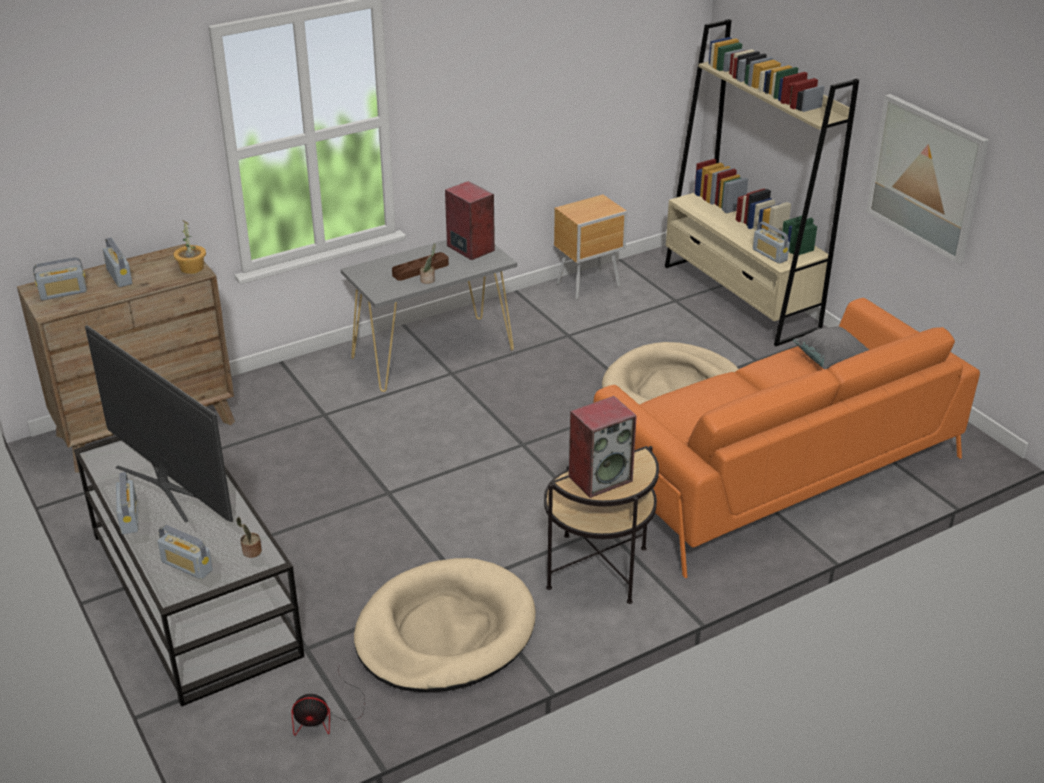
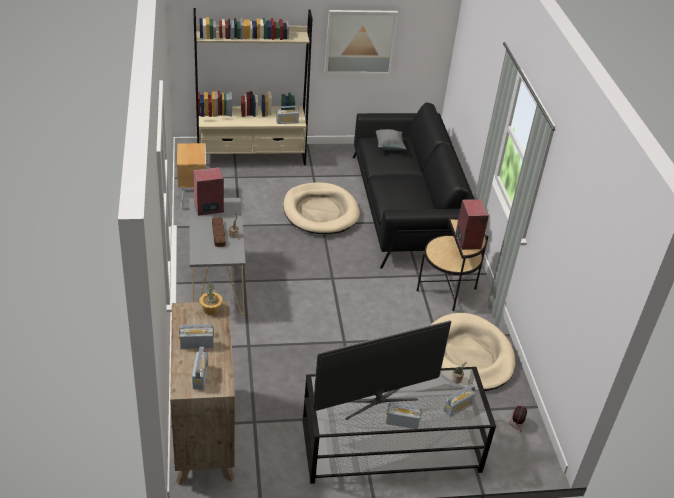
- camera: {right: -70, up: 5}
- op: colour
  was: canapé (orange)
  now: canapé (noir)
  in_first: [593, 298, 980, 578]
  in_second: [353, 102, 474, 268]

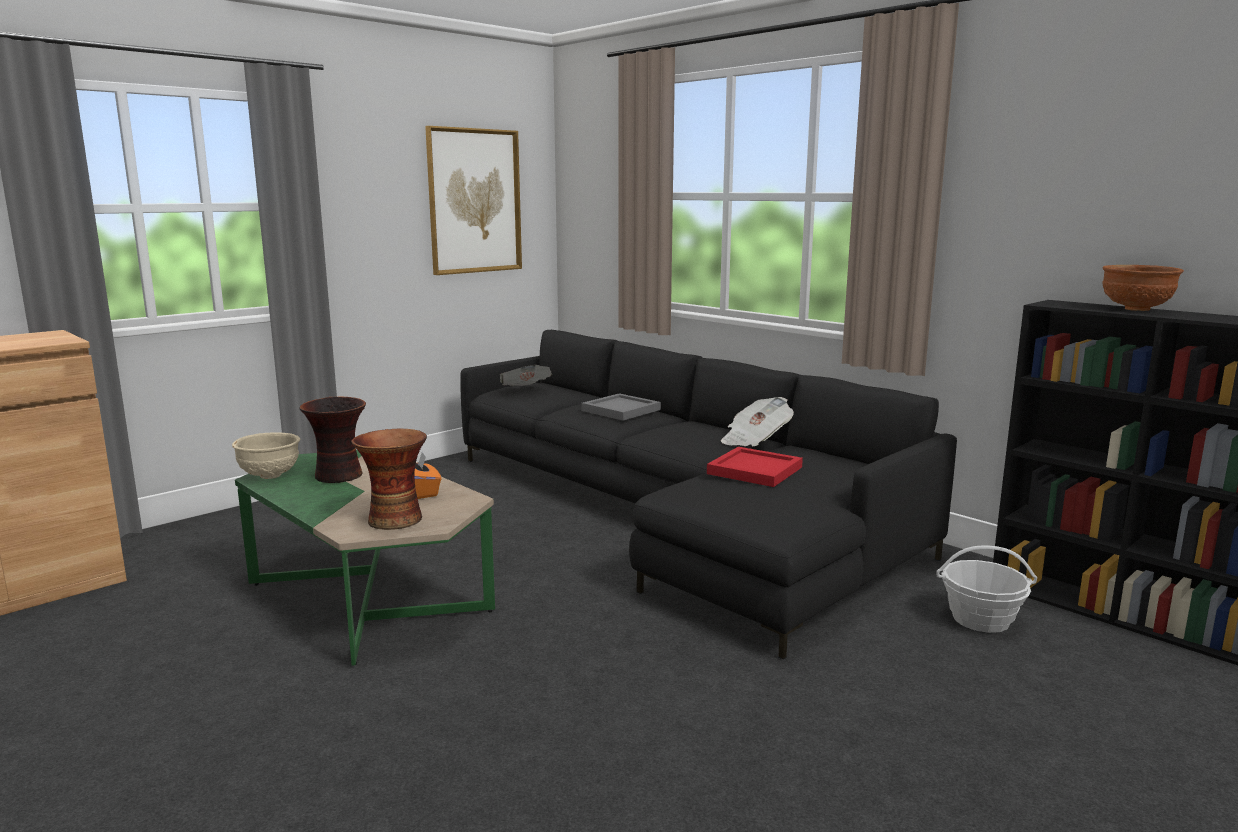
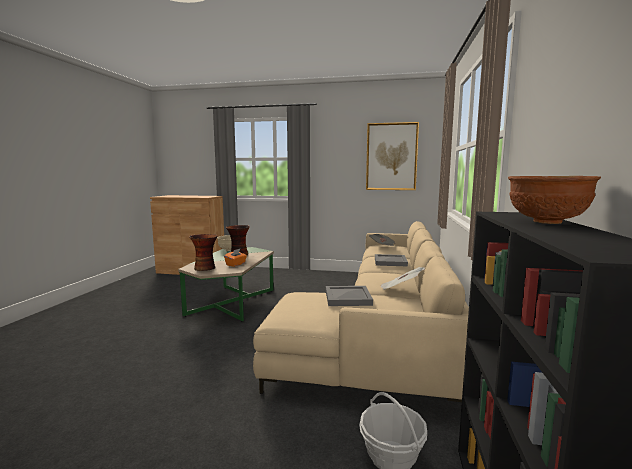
- camera: {right: 55, up: -5}
- op: colour
  was: canapé (noir)
  now: canapé (beige)
  in_first: [460, 330, 957, 659]
  in_second: [253, 221, 469, 402]
- op: colour
  was: plateau (rouge)
  now: plateau (gris)
  in_first: [707, 447, 803, 487]
  in_second: [326, 286, 373, 306]

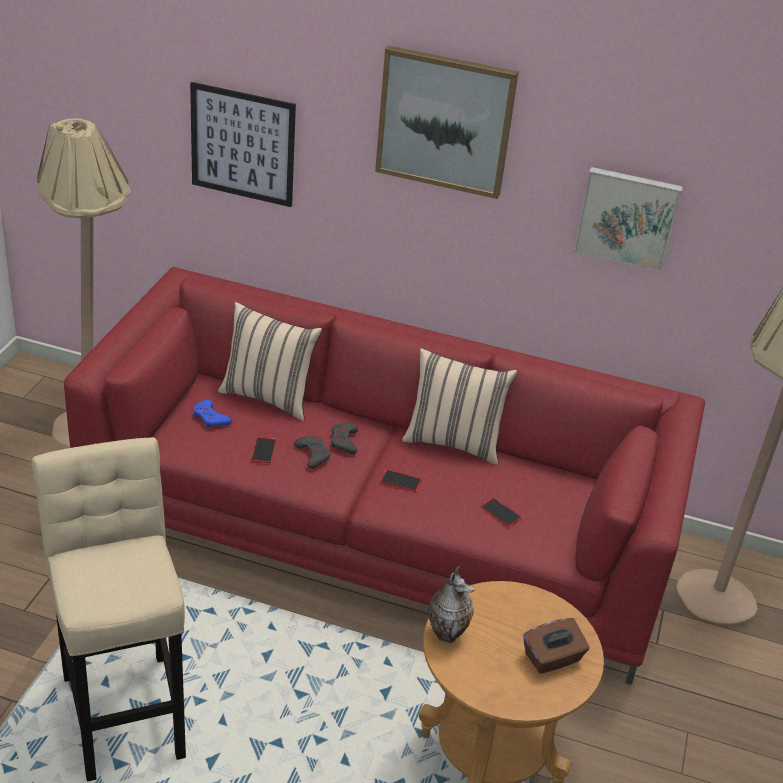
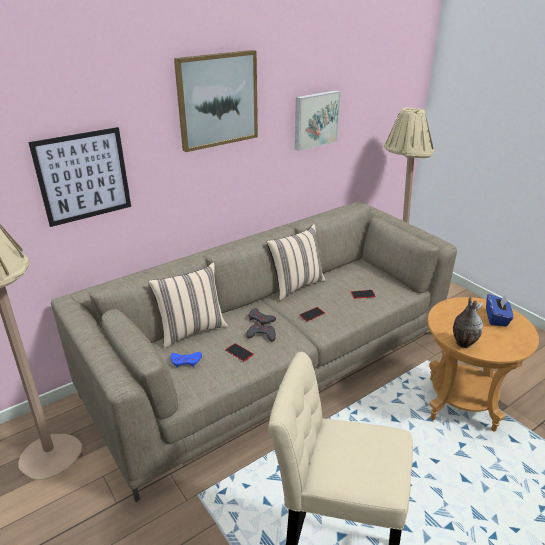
- camera: {right: -50, up: -5}
- op: colour
  was: canapé (rouge)
  now: canapé (beige)
  in_first: [64, 267, 705, 685]
  in_second: [51, 201, 457, 502]
- op: colour
  was: boîte à mouchoirs (marron)
  now: boîte à mouchoirs (bleu)
  in_first: [523, 618, 590, 674]
  in_second: [486, 294, 513, 327]

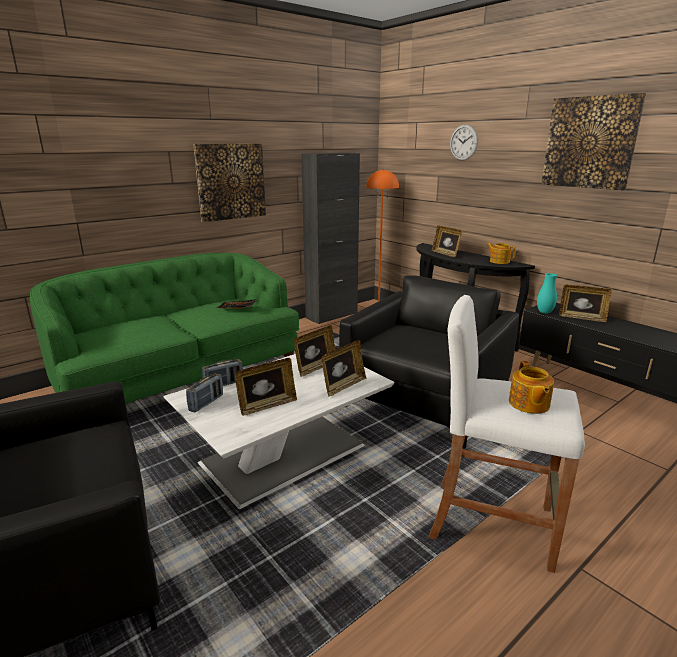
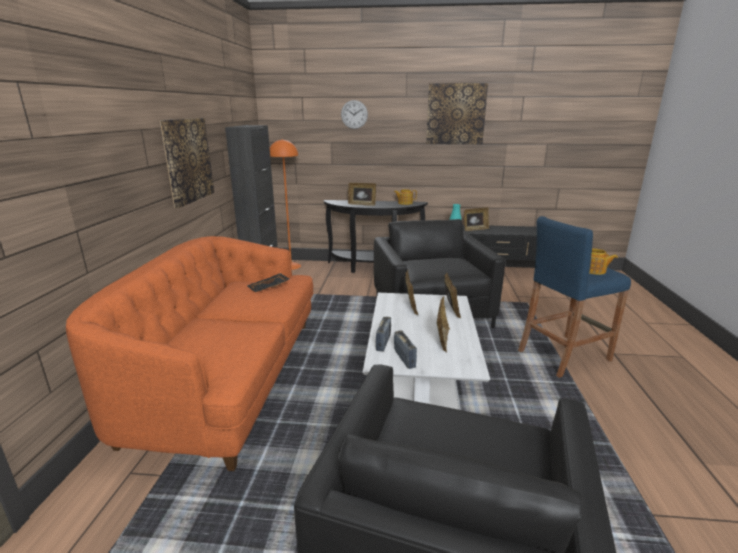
- camera: {right: -45, up: 0}
- op: colour
  was: canapé (vert)
  now: canapé (orange)
  in_first: [30, 253, 299, 404]
  in_second: [66, 236, 313, 471]
- op: colour
  was: tabouret (blanc)
  now: tabouret (bleu)
  in_first: [429, 295, 585, 573]
  in_second: [518, 216, 631, 378]

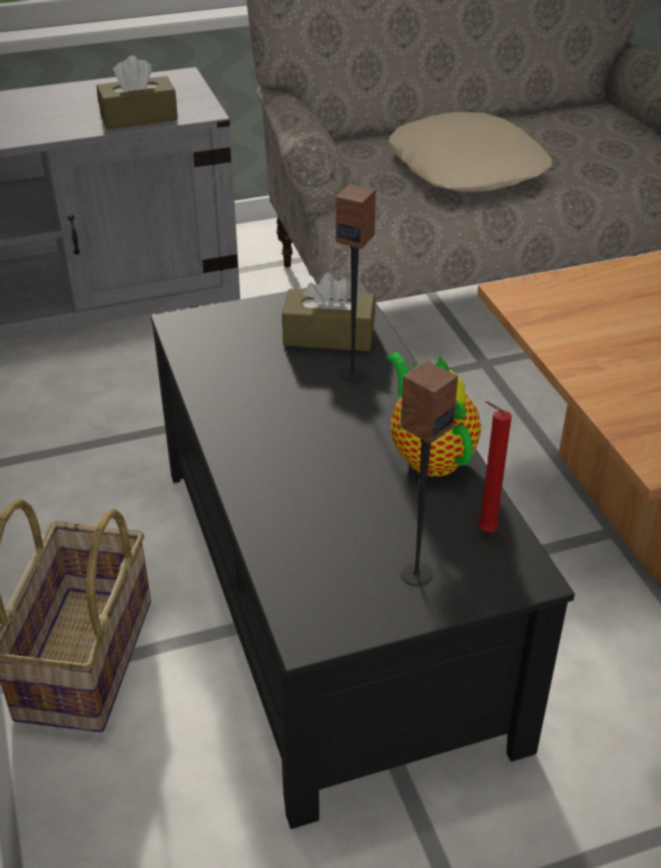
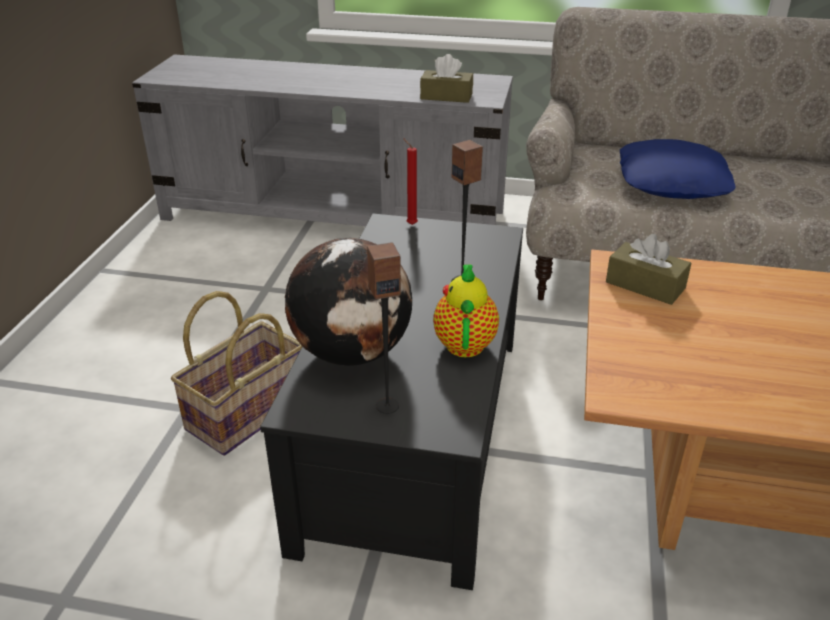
- camera: {right: 30, up: -5}
- op: relocated
  was: boîte à mouchoirs (marron)
  in_first: [282, 273, 375, 351]
  in_second: [606, 234, 691, 305]
- op: colour
  was: coussin (beige)
  now: coussin (bleu)
  in_first: [389, 112, 552, 192]
  in_second: [620, 139, 736, 199]
- op: relocated
  was: bougie (rouge)
  in_first: [478, 401, 512, 532]
  in_second: [403, 138, 418, 225]
- op: appeared
  now: globe
  in_second: [285, 238, 412, 366]

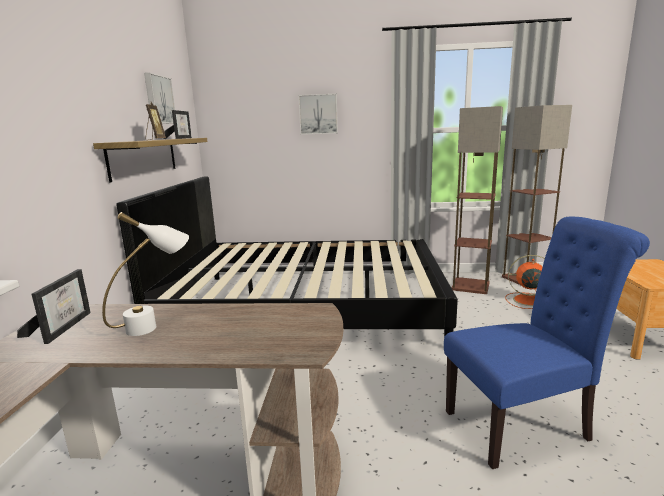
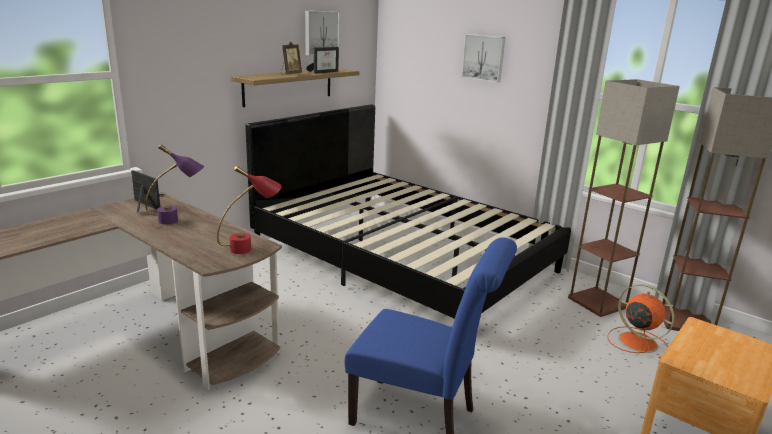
- camera: {right: 35, up: 5}
- op: spun
  was: cadre photo
  in_first: [17, 269, 91, 344]
  in_second: [131, 170, 160, 212]
  clockwise: -90
- op: colour
  was: lampe de table (blanc)
  now: lampe de table (violet)
  in_first: [102, 212, 189, 336]
  in_second: [145, 144, 205, 224]
- op: appeared
  now: lampe de table (rouge)
  in_second: [217, 166, 282, 254]

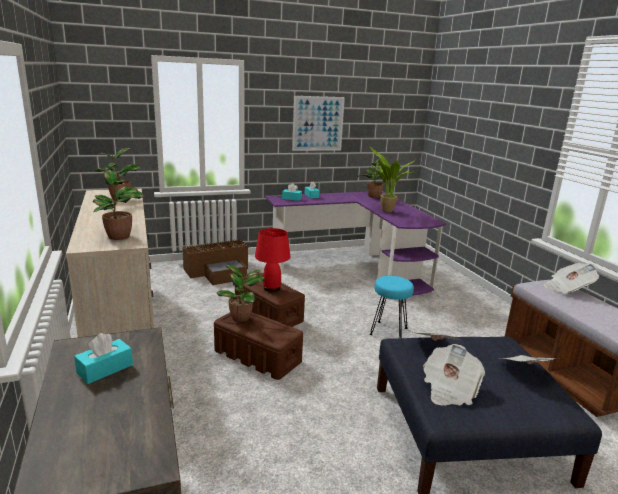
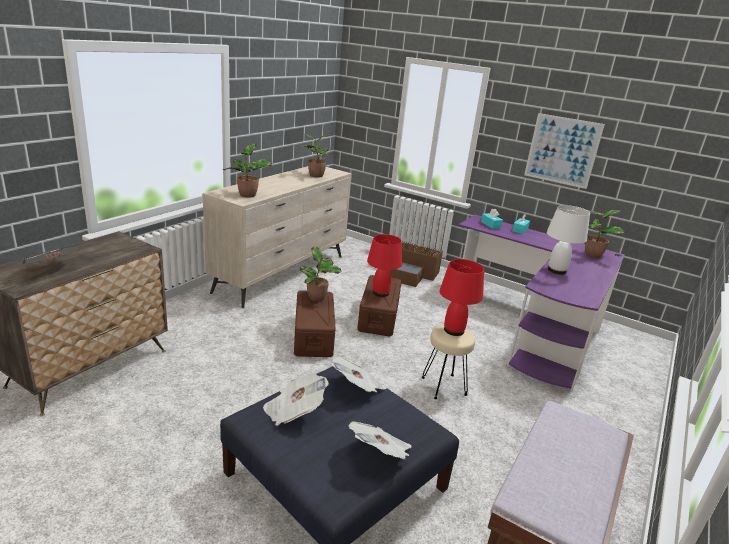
- camera: {right: 50, up: 5}
- op: missing
  was: boîte à mouchoirs (turquoise)
  in_first: [74, 333, 133, 384]
- op: exchanged
  was: plante en pot
  now: lampe de table (blanc)
  in_first: [369, 146, 418, 213]
  in_second: [547, 205, 590, 274]
- op: colour
  was: tabouret (turquoise)
  now: tabouret (beige)
  in_first: [370, 276, 414, 338]
  in_second: [422, 324, 475, 399]
- op: relocated
  was: journal
  in_first: [543, 263, 599, 294]
  in_second: [22, 247, 79, 264]
- op: appeared
  now: lampe de table (rouge)
  in_second: [440, 259, 484, 336]

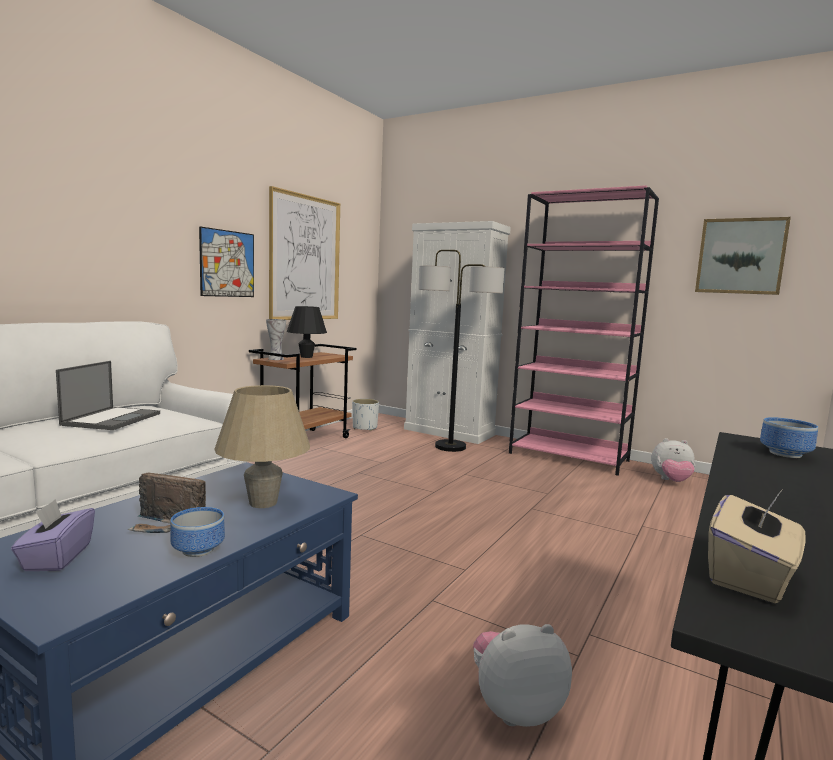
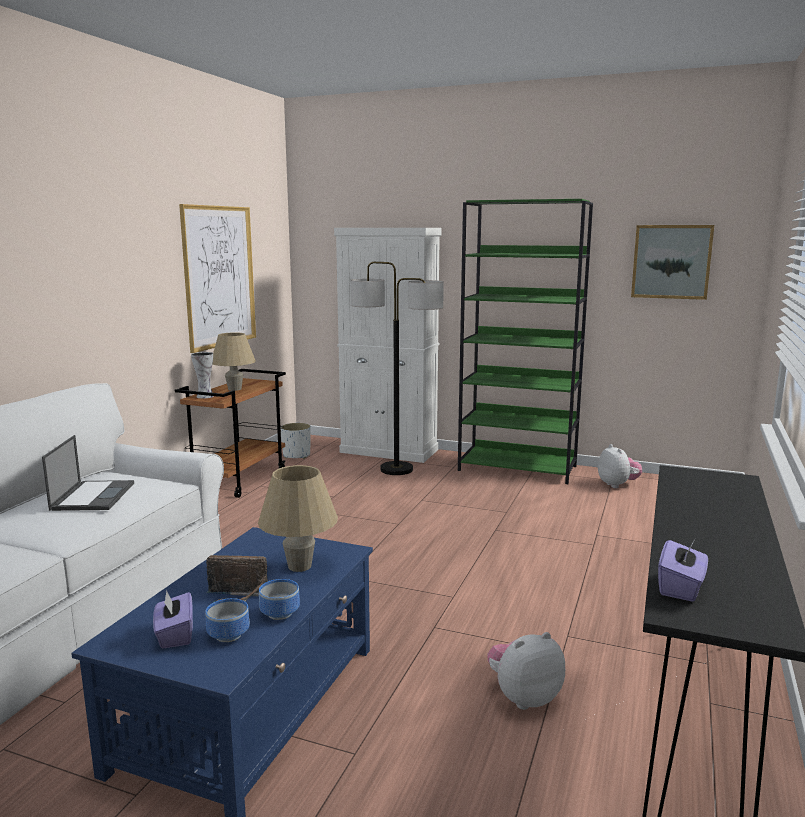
- camera: {right: -10, up: 5}
- op: missing
  was: tableau
  in_first: [199, 226, 254, 297]
- op: colour
  was: lampe de table (noir)
  now: lampe de table (beige)
  in_first: [287, 306, 327, 358]
  in_second: [213, 332, 256, 391]
- op: colour
  was: bibliothèque (rose)
  now: bibliothèque (vert)
  in_first: [509, 185, 659, 476]
  in_second: [458, 199, 593, 484]
- op: spun
  was: peluche
  in_first: [651, 438, 695, 482]
  in_second: [598, 444, 642, 488]
  clockwise: -105
- op: colour
  was: boîte à mouchoirs (beige)
  now: boîte à mouchoirs (violet)
  in_first: [708, 489, 806, 603]
  in_second: [658, 538, 708, 602]
- op: relocated
  was: bol
  in_first: [760, 417, 818, 458]
  in_second: [205, 598, 250, 642]

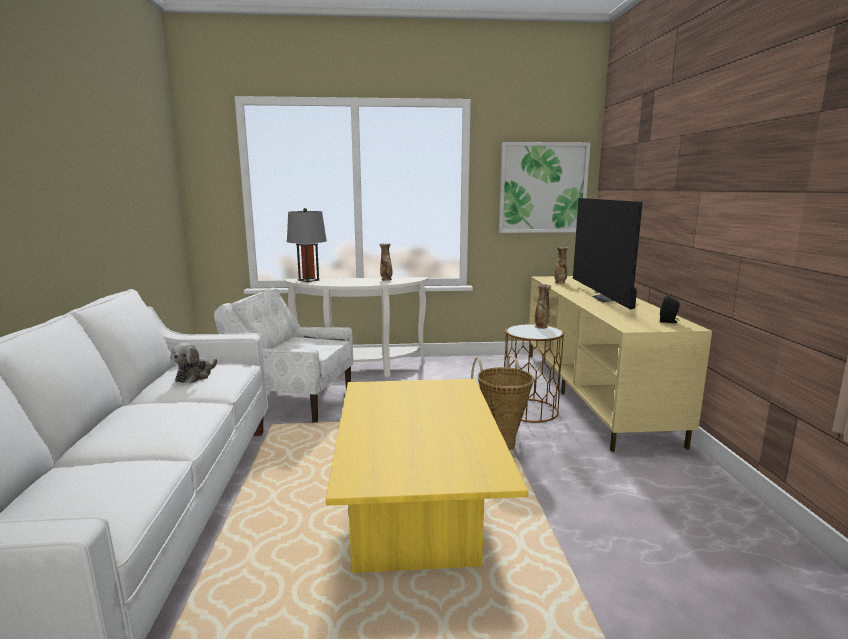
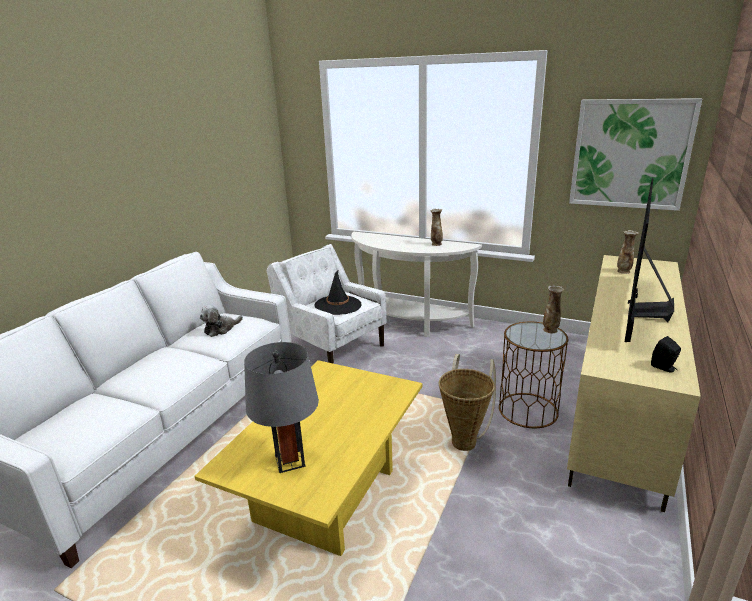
- camera: {right: 30, up: 10}
- op: relocated
  was: lampe de table (gris)
  in_first: [287, 208, 327, 282]
  in_second: [244, 342, 319, 473]
- op: appeared
  now: chapeau (noir)
  in_second: [315, 271, 362, 315]

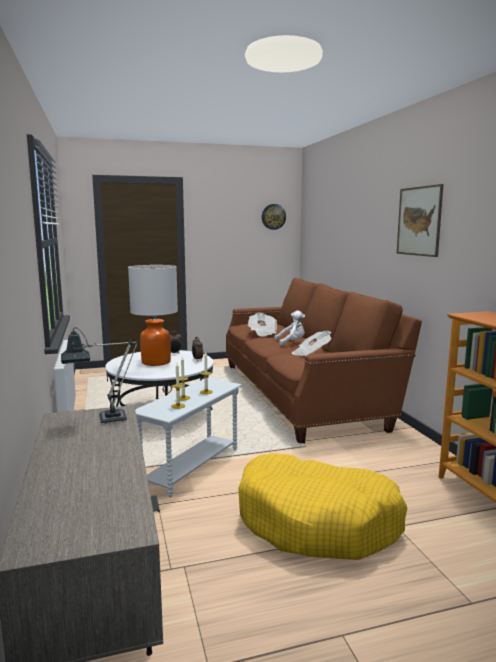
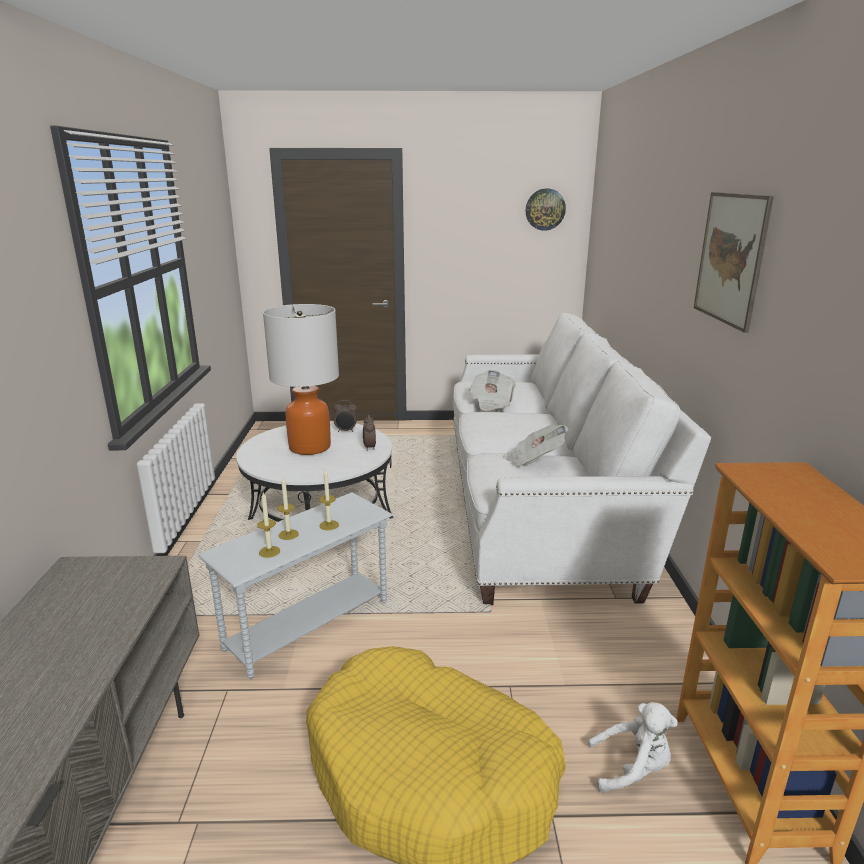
- camera: {right: 15, up: 10}
- op: missing
  was: lampe de table
  in_first: [61, 327, 139, 423]
- op: colour
  was: canapé (marron)
  now: canapé (blanc)
  in_first: [226, 278, 422, 444]
  in_second: [453, 312, 711, 605]
- op: relocated
  was: peluche (blanc)
  in_first: [274, 310, 305, 346]
  in_second: [588, 702, 678, 793]

